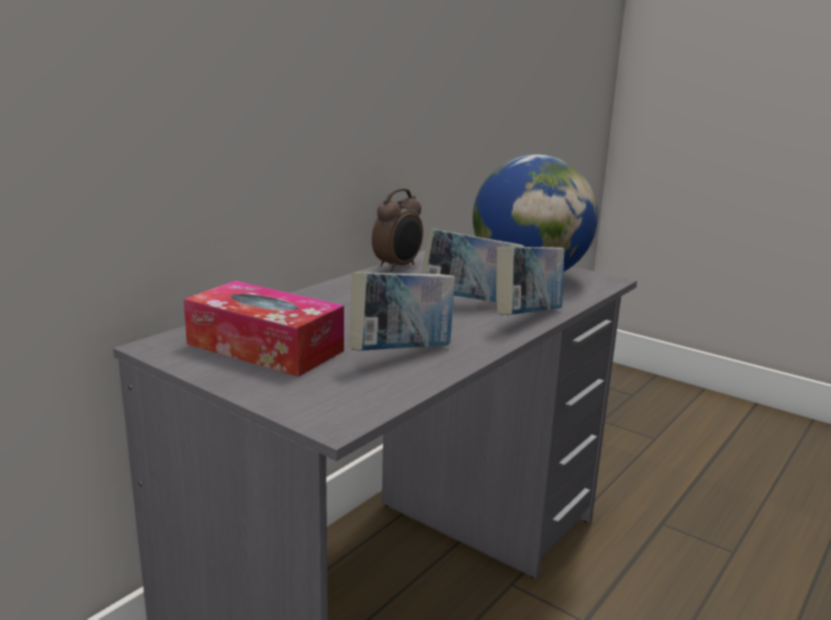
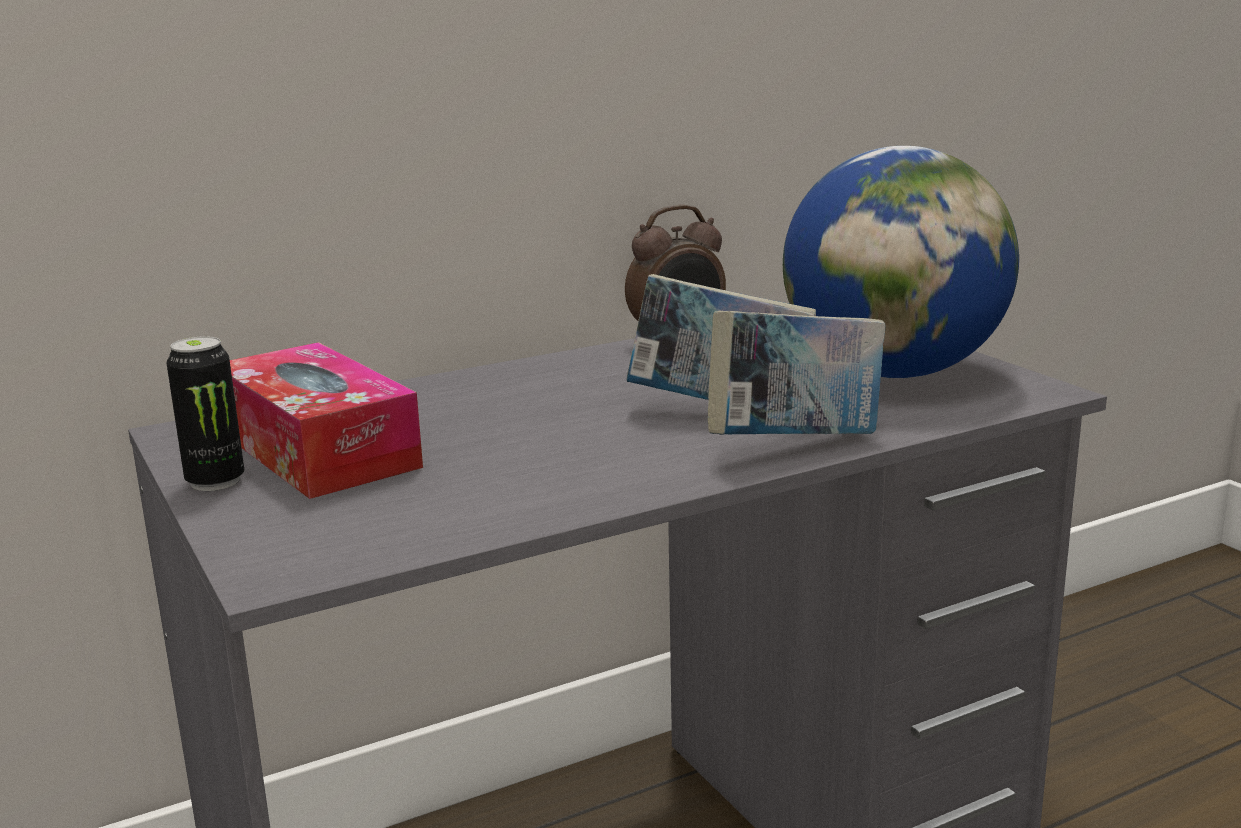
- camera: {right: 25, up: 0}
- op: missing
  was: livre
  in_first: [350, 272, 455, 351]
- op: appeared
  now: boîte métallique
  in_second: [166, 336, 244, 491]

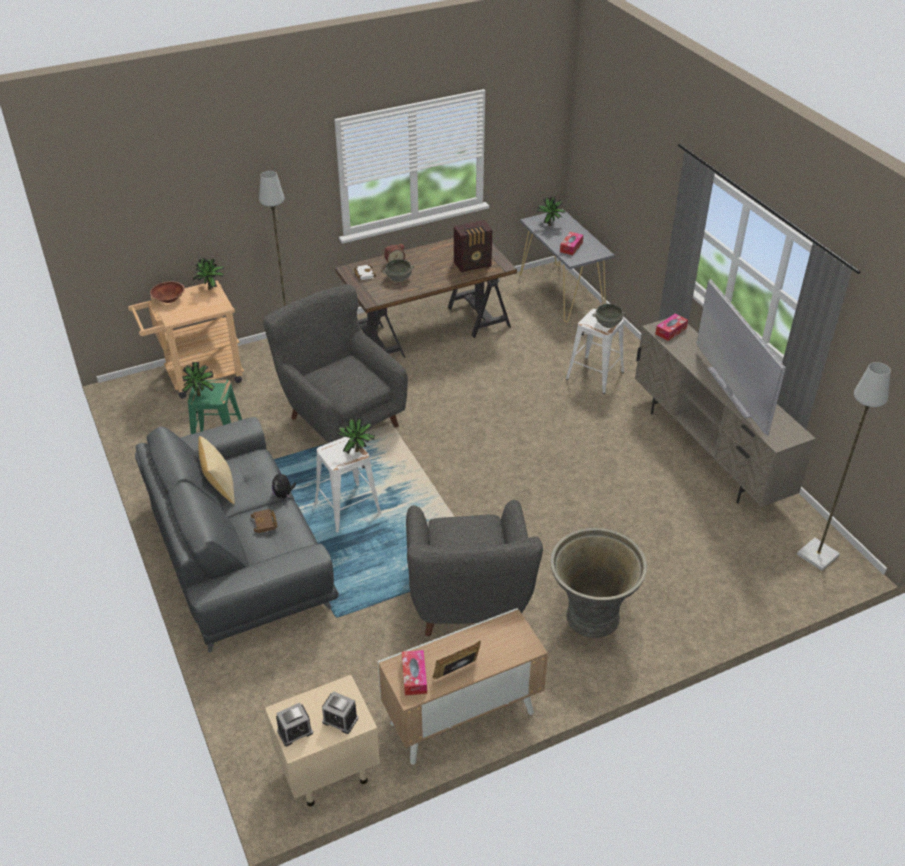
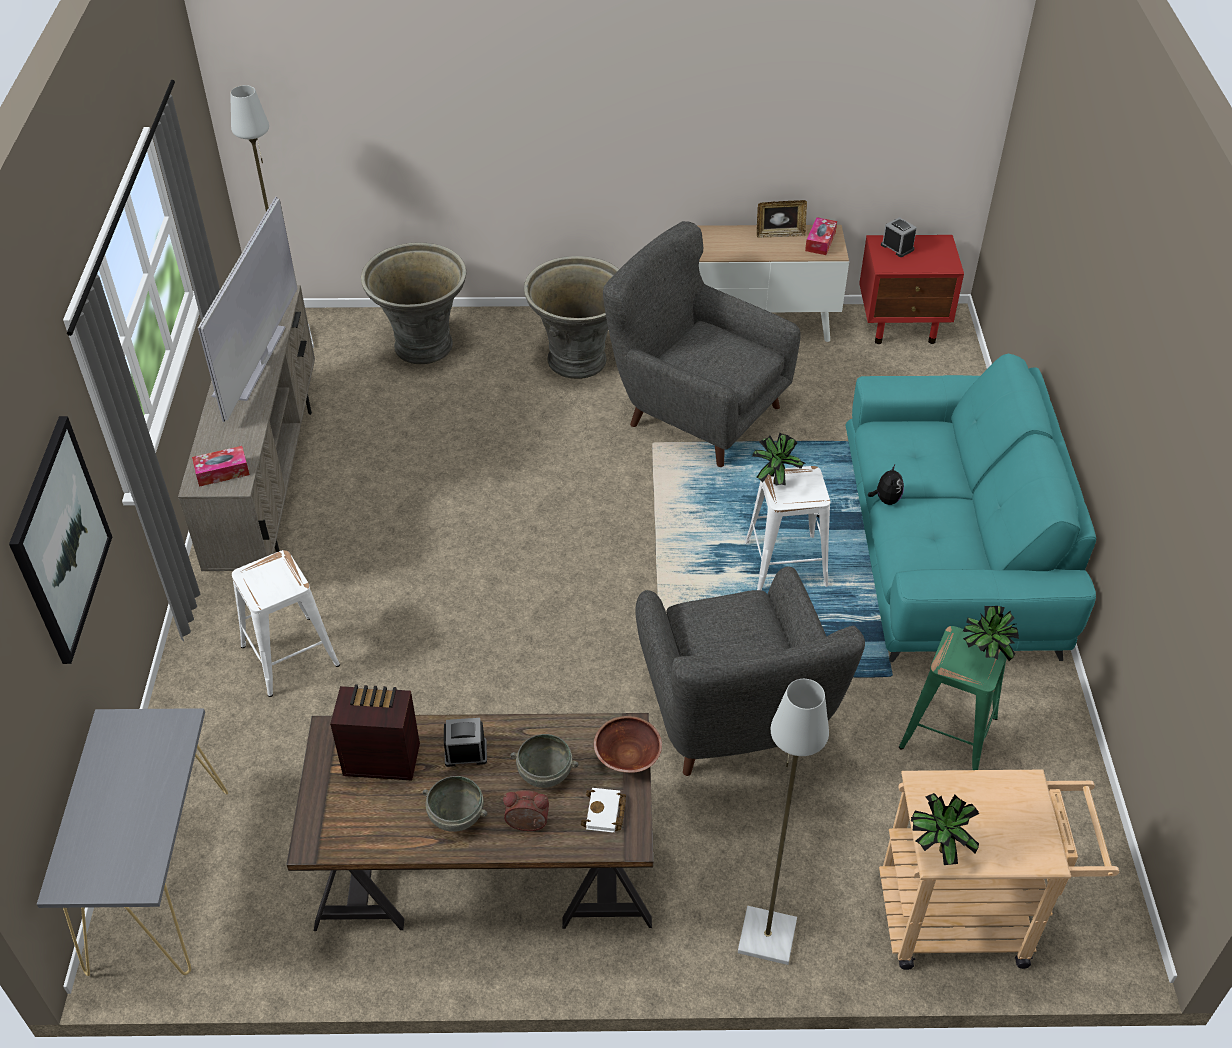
- camera: {right: -155, up: 5}
- op: colour
  was: canapé (gris)
  now: canapé (turquoise)
  in_first: [135, 417, 339, 653]
  in_second: [846, 354, 1096, 662]
- op: relocated
  was: bol (marron)
  in_first: [150, 281, 185, 303]
  in_second: [594, 716, 662, 773]
- op: missing
  was: coussin
  in_first: [198, 436, 235, 504]
- op: missing
  was: livre (marron)
  in_first: [251, 509, 277, 533]
- op: colour
  was: table de chevet (beige)
  now: table de chevet (rouge)
  in_first: [265, 675, 380, 806]
  in_second: [859, 235, 964, 344]
- op: relocated
  was: réveil
  in_first: [276, 703, 313, 746]
  in_second: [444, 718, 487, 767]
- op: spun
  was: fauteuil (gris)
  in_first: [406, 500, 543, 636]
  in_second: [603, 221, 801, 467]
  clockwise: -75
- op: missing
  was: plante en pot
  in_first: [537, 197, 565, 226]
- op: missing
  was: boîte à mouchoirs
  in_first: [560, 232, 583, 255]
- op: relocated
  was: bol (gris)
  in_first: [592, 304, 626, 328]
  in_second: [423, 776, 487, 832]
- op: appeared
  now: tableau
  in_second: [9, 416, 112, 664]
- op: appeared
  now: cache-pot (gris)
  in_second: [361, 242, 466, 364]

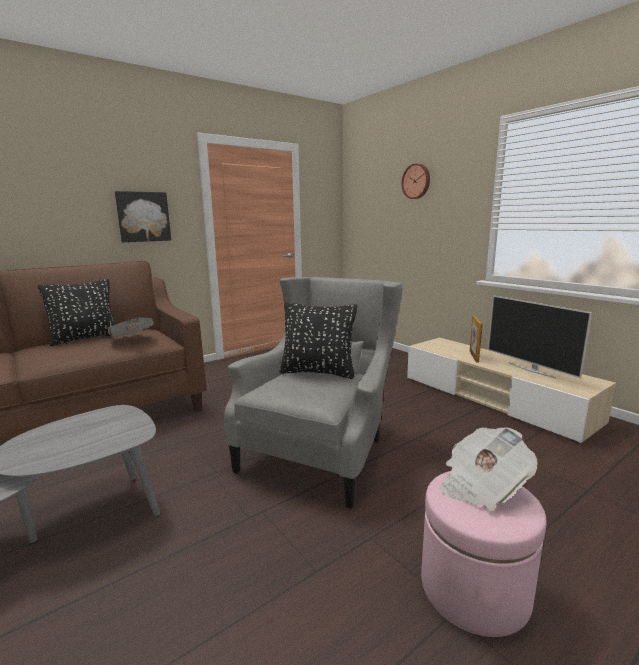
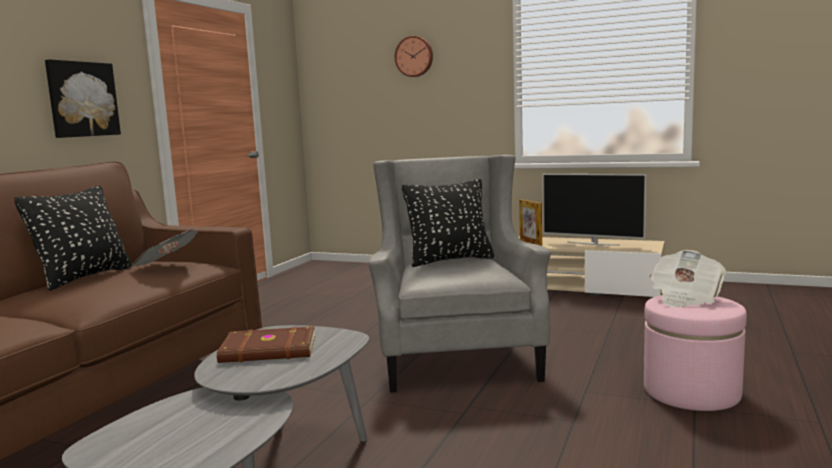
- camera: {right: -30, up: -5}
- op: appeared
  now: livre (marron)
  in_second: [217, 326, 315, 363]

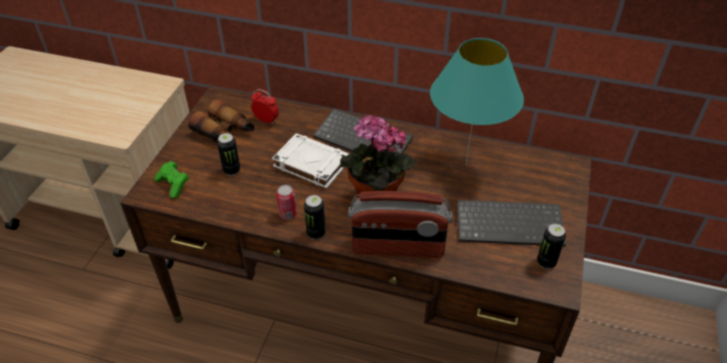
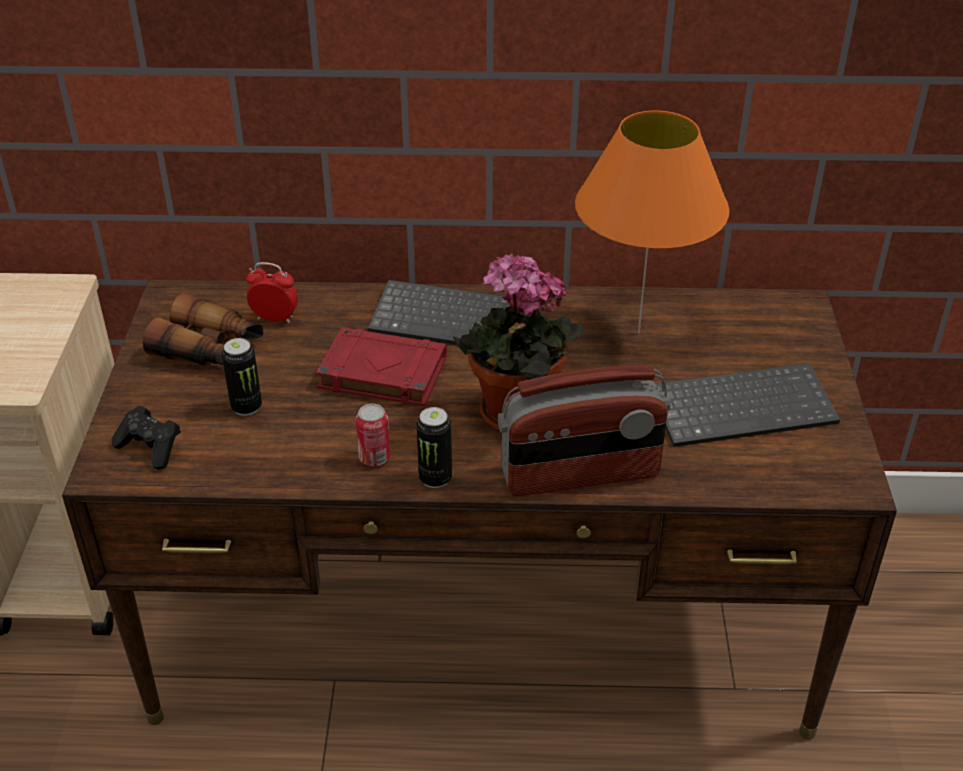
- camera: {right: -15, up: -5}
- op: colour
  was: manette (vert)
  now: manette (noir)
  in_first: [155, 161, 189, 199]
  in_second: [112, 406, 181, 470]
- op: colour
  was: livre (blanc)
  now: livre (rouge)
  in_first: [272, 133, 349, 188]
  in_second: [316, 327, 447, 406]
- op: colour
  was: lampe de table (turquoise)
  now: lampe de table (orange)
  in_first: [430, 38, 524, 166]
  in_second: [575, 111, 729, 334]
- op: missing
  was: boîte métallique
  in_first: [537, 224, 566, 269]

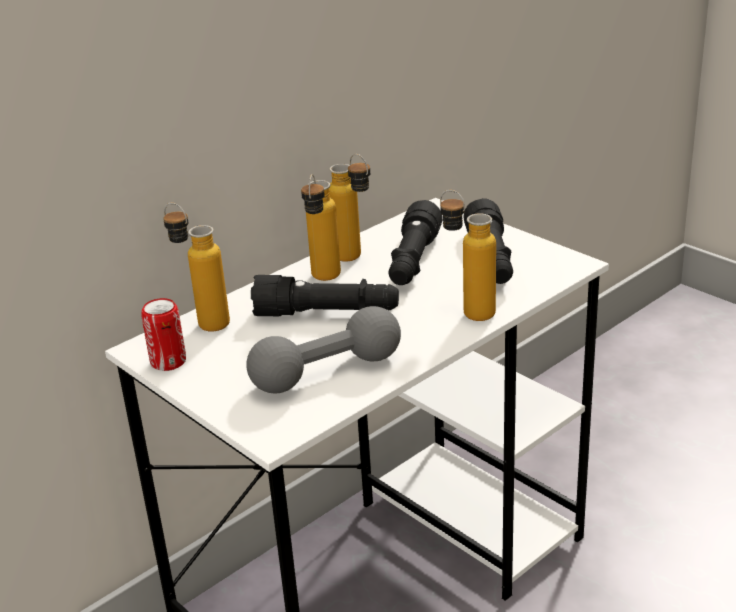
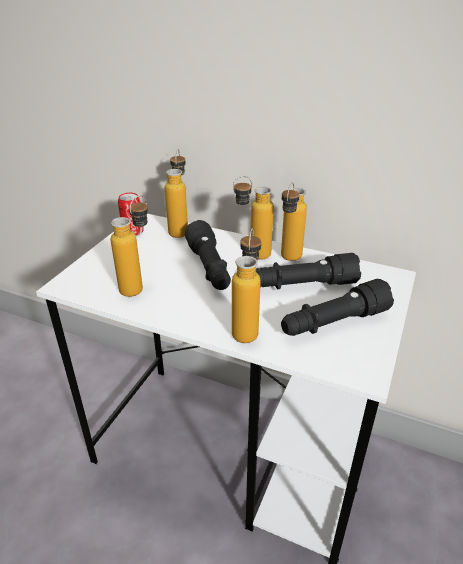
- camera: {right: 65, up: 5}
- op: exchanged
  was: haltère (gris)
  now: bouteille
  in_first: [246, 306, 401, 393]
  in_second: [111, 195, 148, 297]

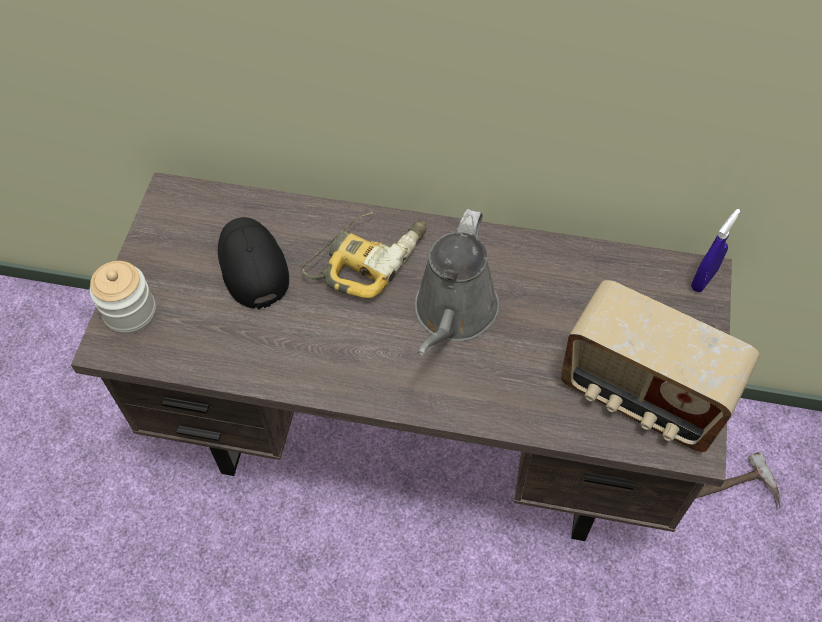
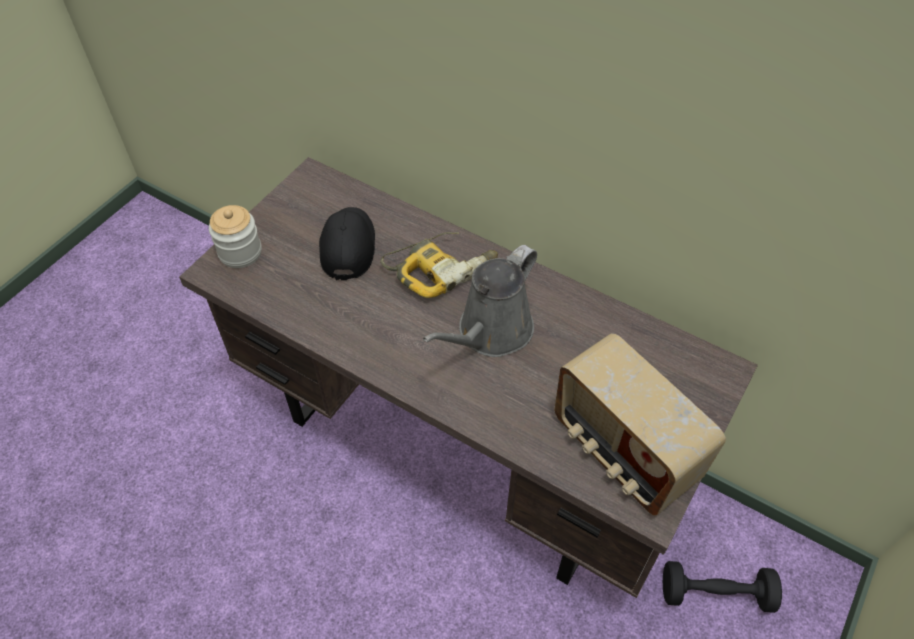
- camera: {right: 20, up: -5}
- op: missing
  was: vaporisateur (bleu)
  in_first: [691, 209, 740, 292]
- op: exchanged
  was: marteau
  now: haltère (noir)
  in_first: [695, 451, 780, 510]
  in_second: [663, 561, 782, 613]

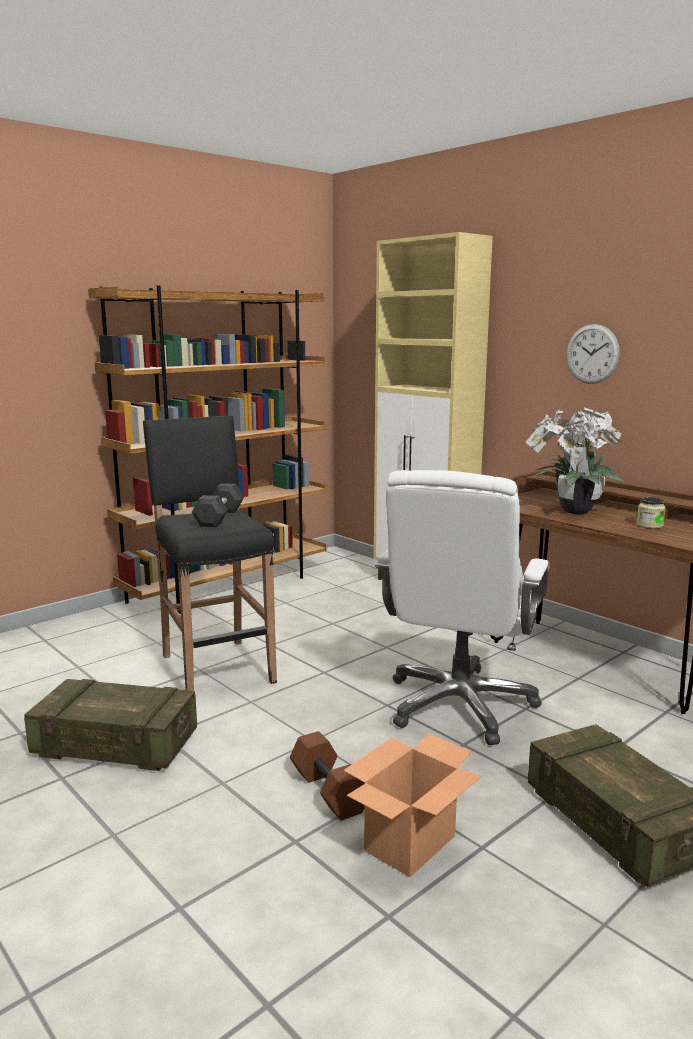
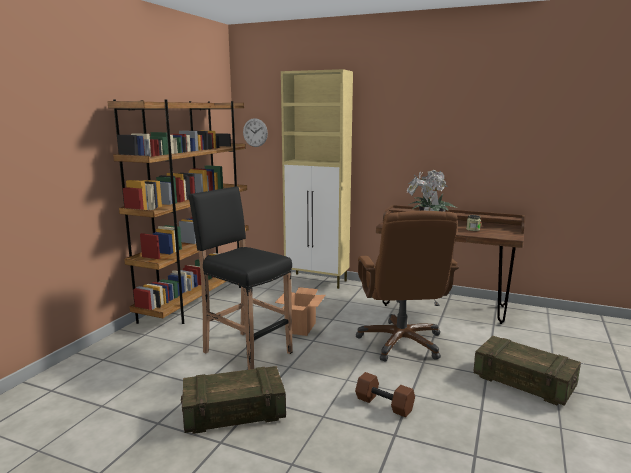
- camera: {right: -25, up: 0}
- op: missing
  was: haltère (gris)
  in_first: [192, 483, 244, 527]
- op: relocated
  was: carton
  in_first: [344, 733, 482, 877]
  in_second: [275, 287, 325, 336]
- op: colour
  was: chaise de bureau (blanc)
  now: chaise de bureau (marron)
  in_first: [375, 470, 550, 745]
  in_second: [356, 211, 459, 361]
- op: relocated
  was: horloge murale
  in_first: [566, 324, 620, 384]
  in_second: [243, 118, 268, 147]

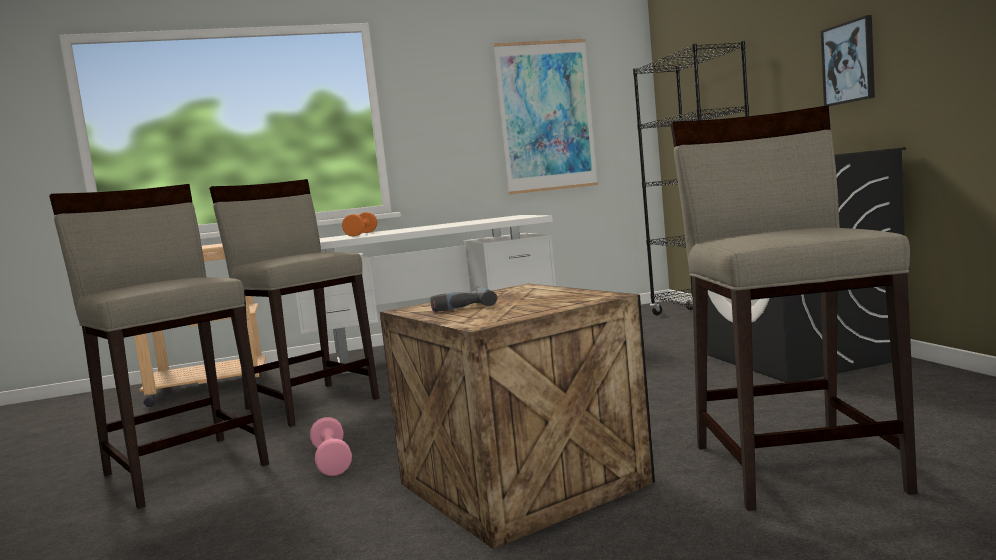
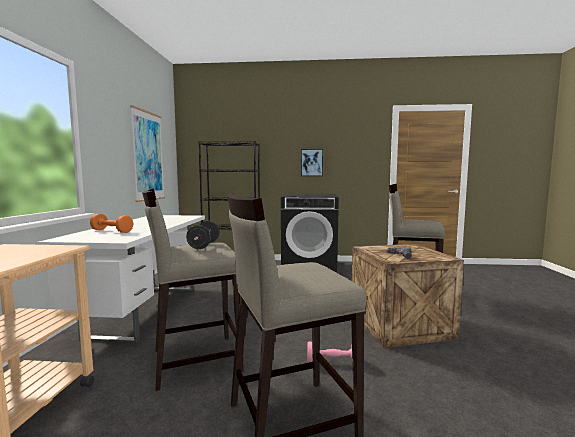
- camera: {right: -70, up: 0}
- op: appeared
  now: haltère (noir)
  in_second: [186, 221, 219, 249]

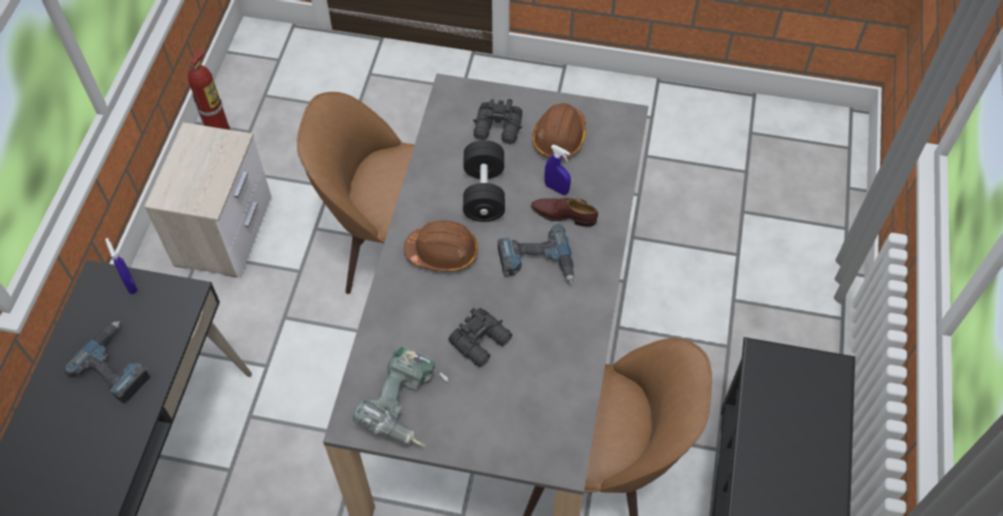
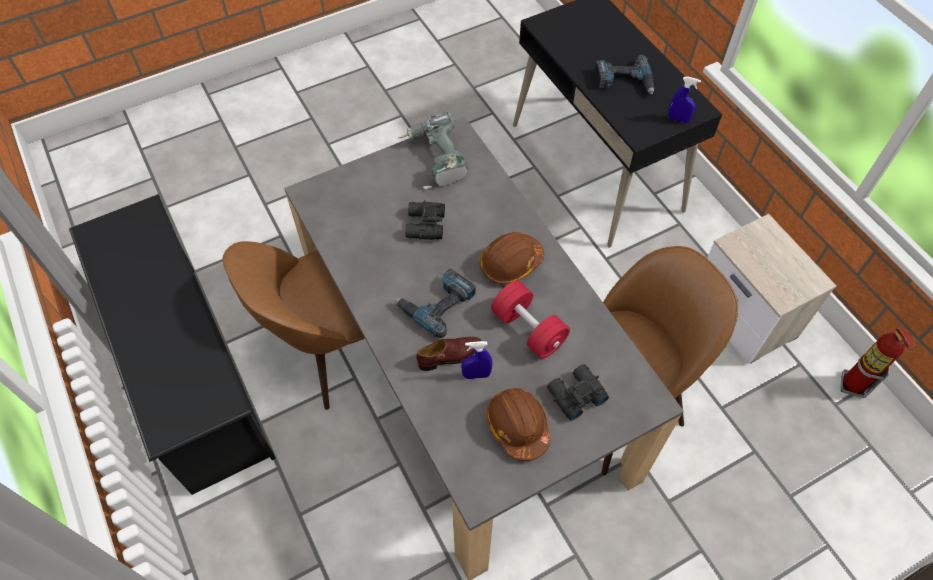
- camera: {right: 140, up: 0}
- op: colour
  was: haltère (noir)
  now: haltère (rouge)
  in_first: [463, 140, 505, 222]
  in_second: [491, 281, 570, 359]

